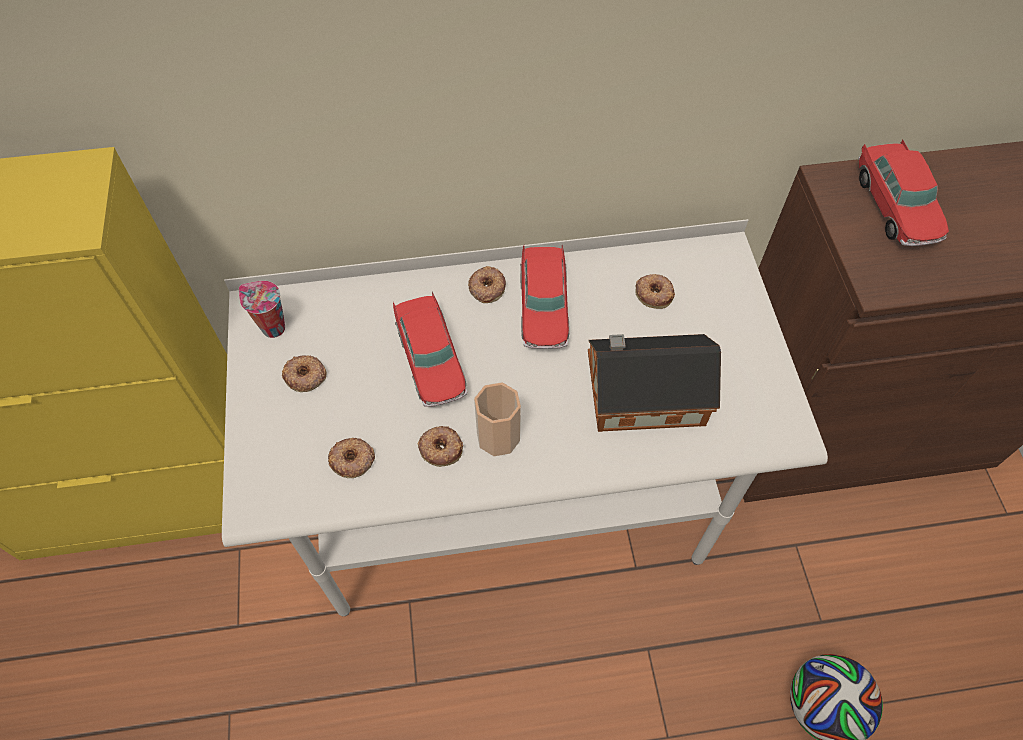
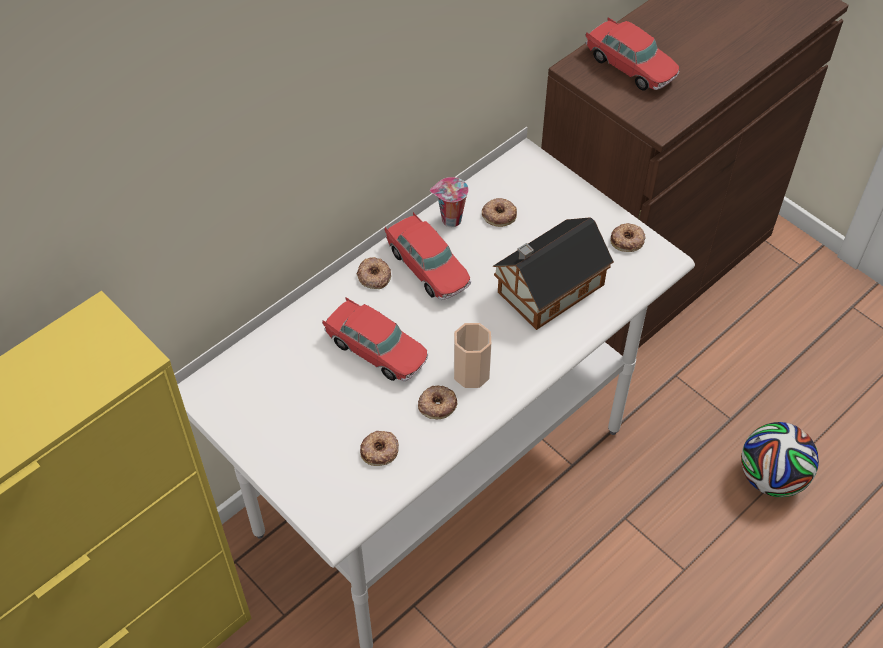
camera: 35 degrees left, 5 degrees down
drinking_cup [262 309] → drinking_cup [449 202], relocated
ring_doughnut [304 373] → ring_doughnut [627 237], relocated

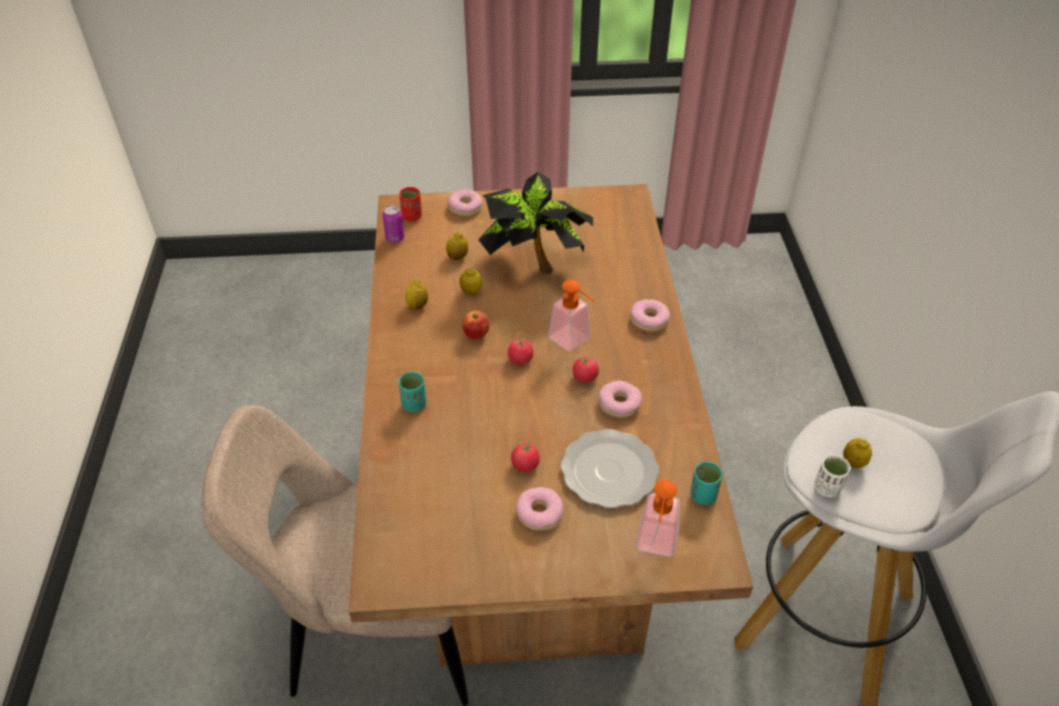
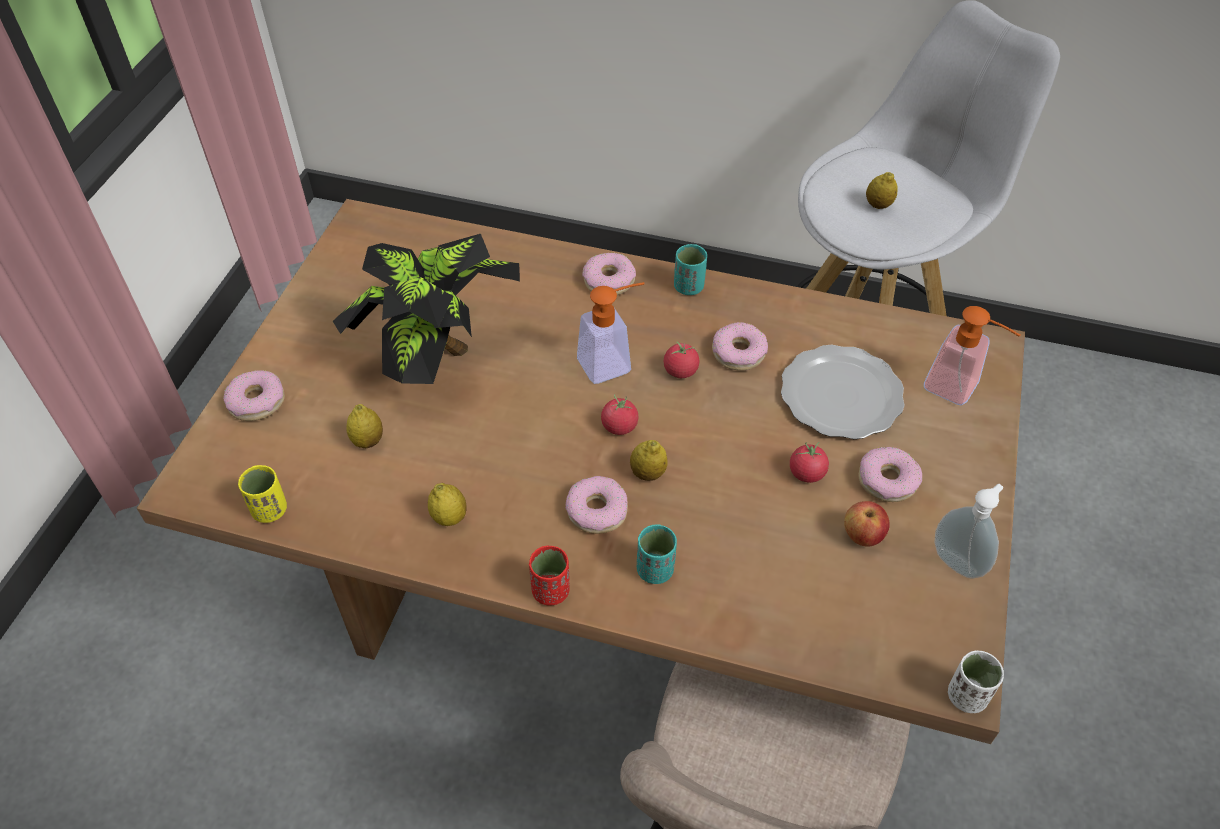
camera: 70 degrees left, 5 degrees up
sealed_can [393 224] → yellow-coloured_drinking_cup [262 494]
red-coloured_drinking_cup [410 204] → red-coloured_drinking_cup [549 575], relocated
whole_lemon [470 281] → whole_lemon [649 460], relocated
apple_fruit [475 325] → apple_fruit [867 524], relocated
turquoise_drinking_cup [706 483] → turquoise_drinking_cup [690 269], relocated
white-coloured_drinking_cup [832 476] → white-coloured_drinking_cup [976 682], relocated
- → ring_doughnut [596 505]
- → liquid_soap_bottle [968 531]

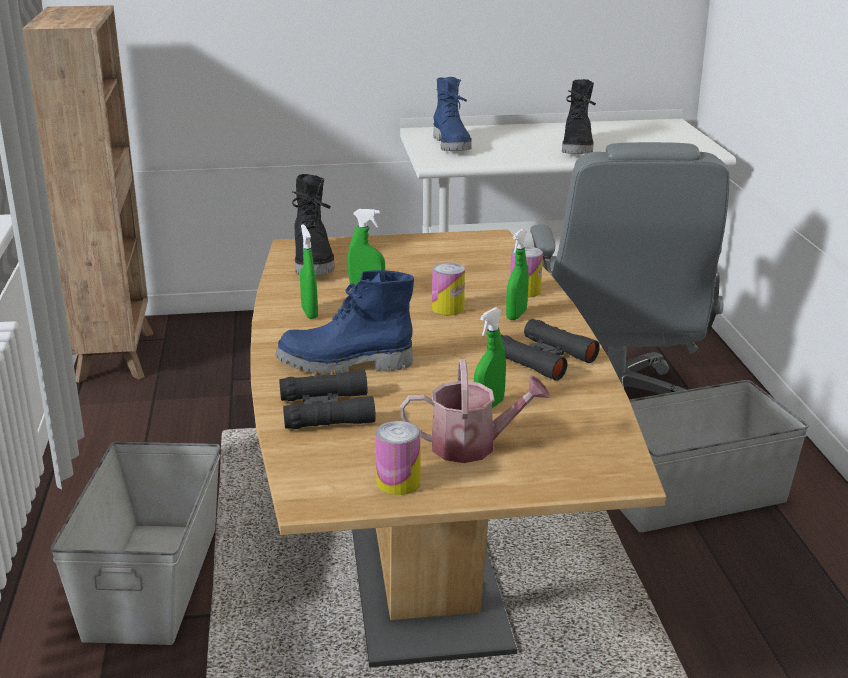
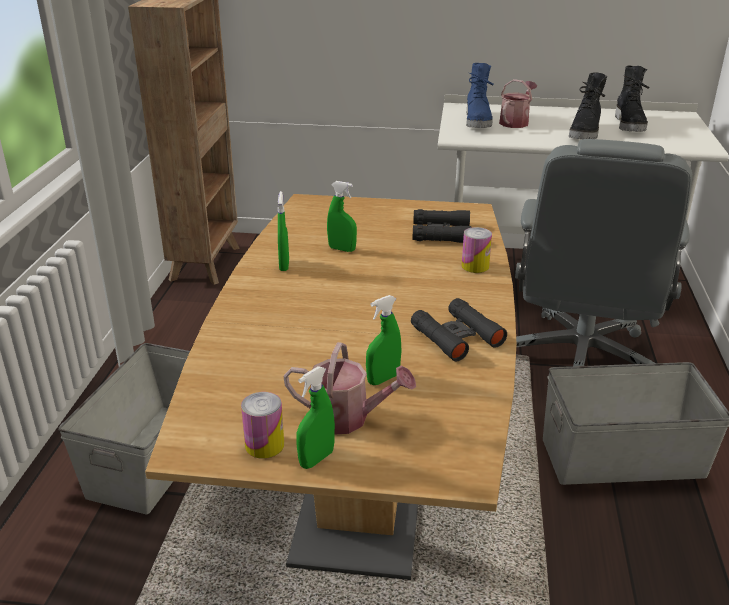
camera: 15 degrees right, 5 degrees up
blue-coloured_high-top_boot [345 322] → -
blackish_binoculars [327 399] → blackish_binoculars [441 226], relocated
blackish_high-top_boot [313 224] → blackish_high-top_boot [632 98], relocated
sealed_can [448 289] → -
greenish_spray_bottle [517 274] → greenish_spray_bottle [315 417], relocated
- → sprinkling_can [518 103]

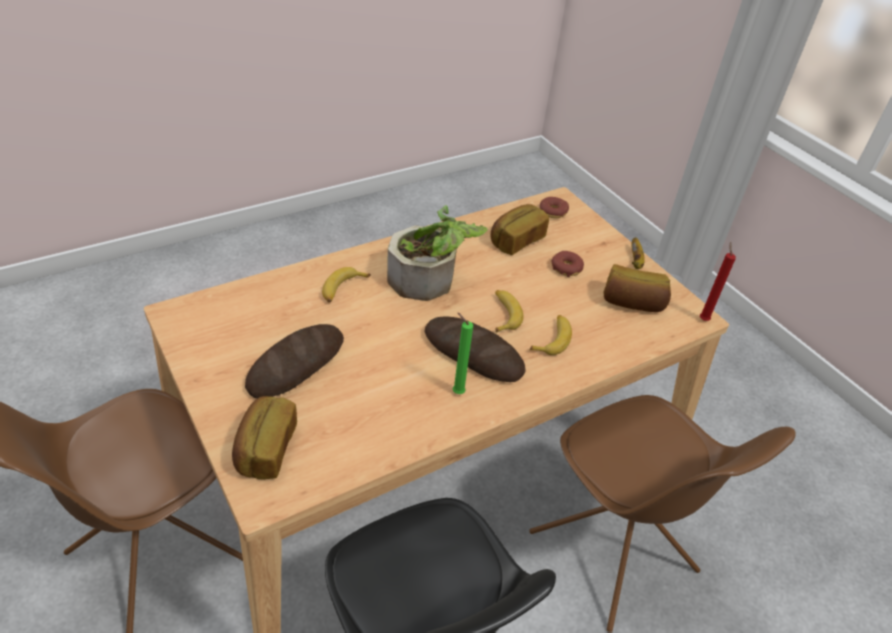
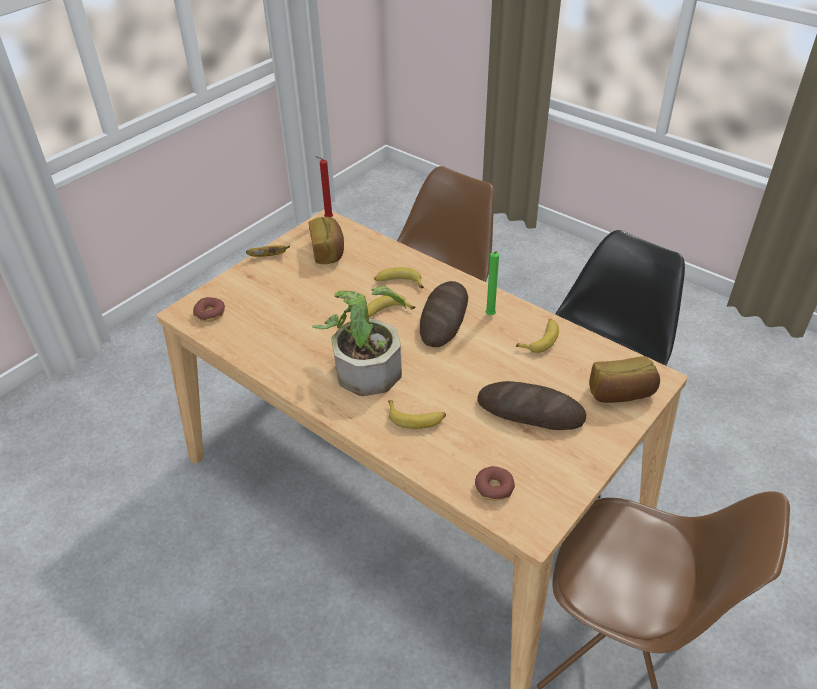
camera: 105 degrees left, 0 degrees up
bread [519 229] → -
ring_doughnut [568 264] → ring_doughnut [495 483], relocated
- → banana [537 336]

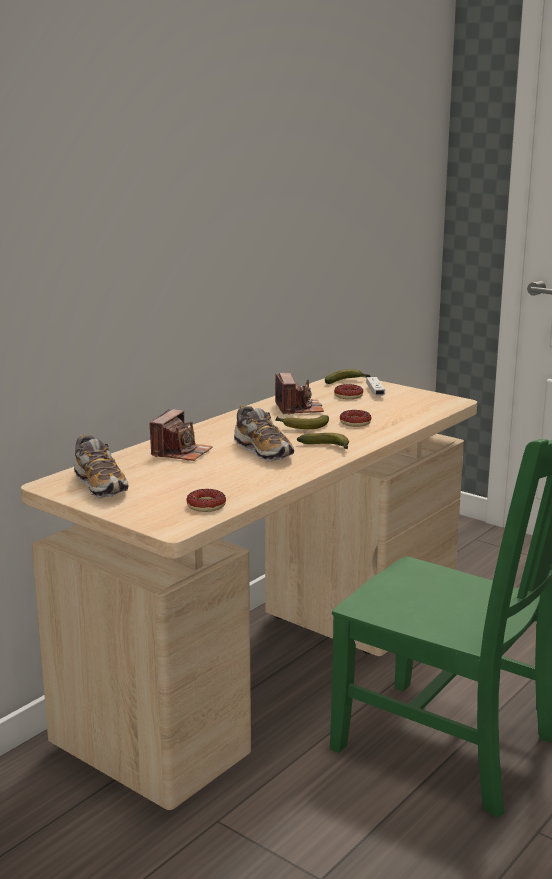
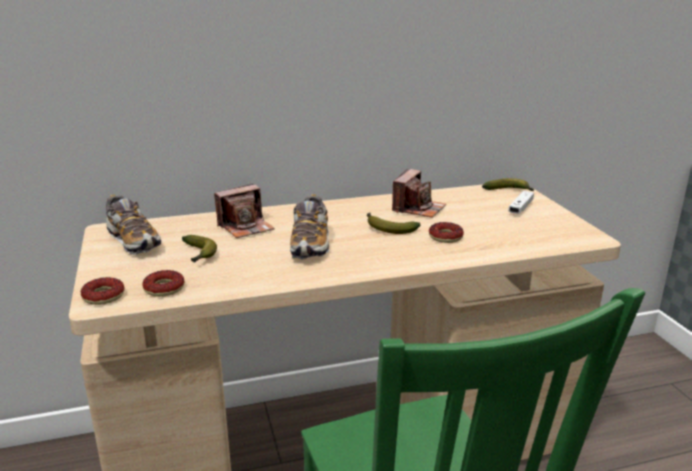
camera: 35 degrees right, 5 degrees up
item_of_footwear [101 467] → item_of_footwear [133 225], 45 degrees counterclockwise
banana [323 441] → banana [199 249], relocated
ring_doughnut [349 391] → ring_doughnut [102 291], relocated

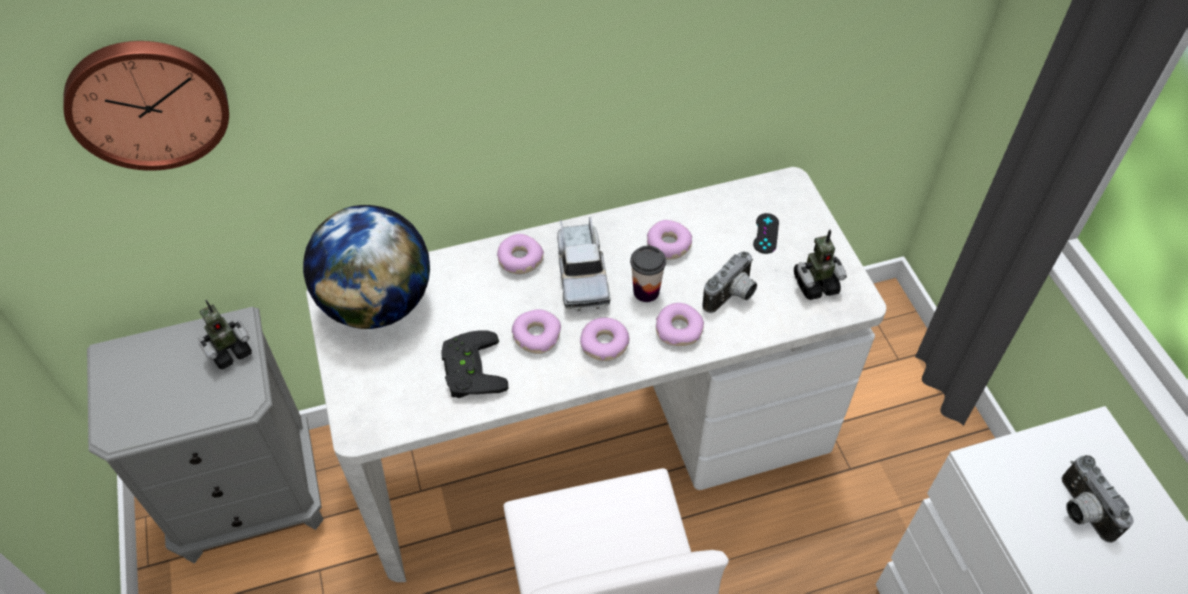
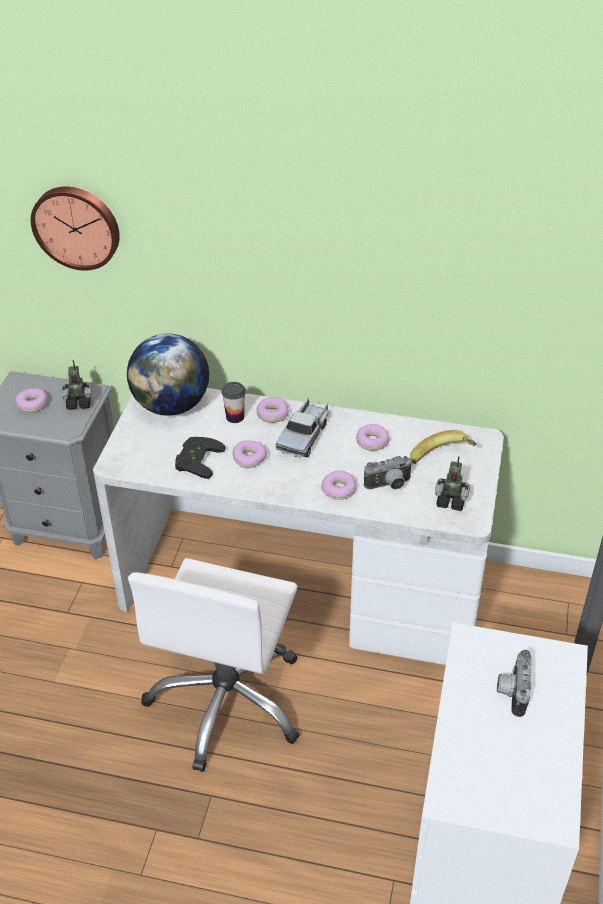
camera: 30 degrees right, 10 degrees down
ring_doughnut [604 339] → ring_doughnut [32 400], relocated
drinking_cup [648 274] → drinking_cup [233 402], relocated
blackish_joypad [766 233] → banana [443 447]

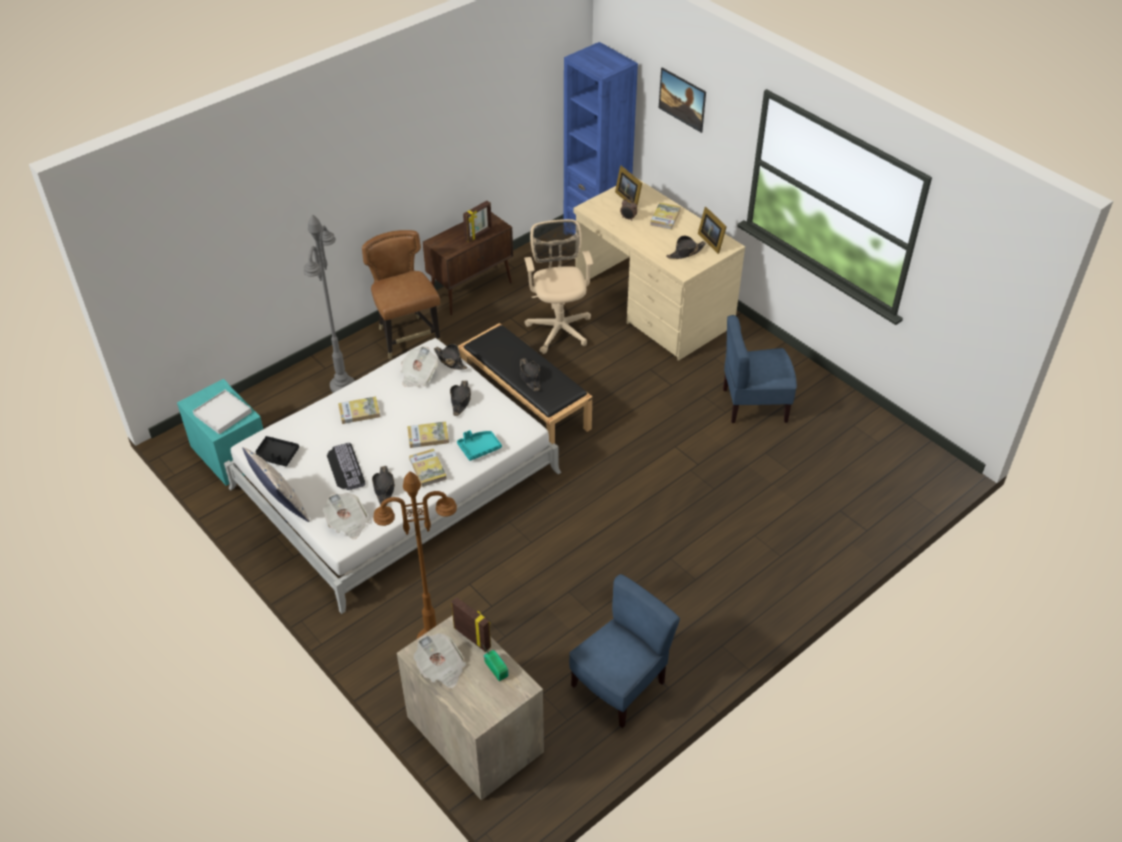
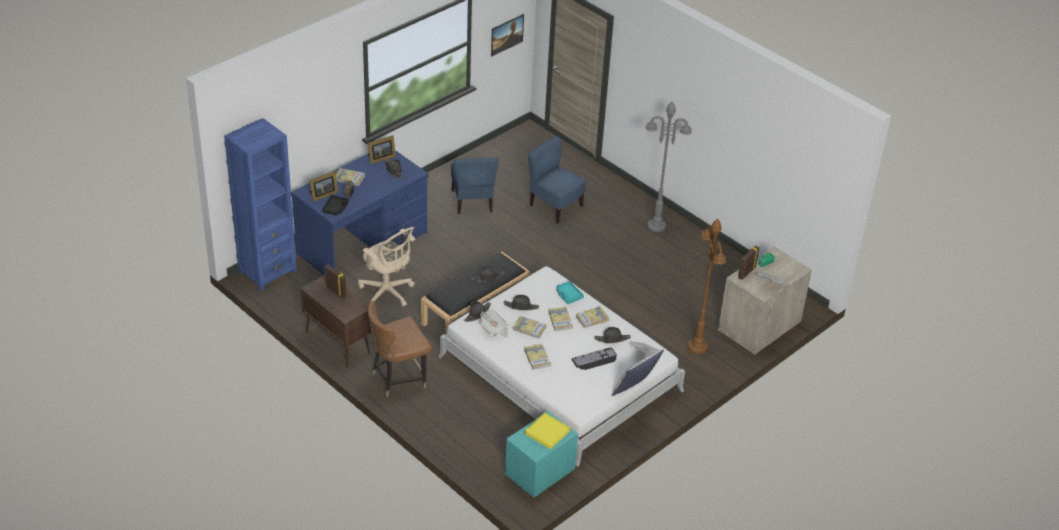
camera: 95 degrees left, 5 degrees down
white-coloured_tray [222 412] → yellow-coloured_tray [547 431]
blackish_tray [277 451] → blackish_tray [335 205], relocated
grey_floor_lamp [329 303] → grey_floor_lamp [668 167], relocated
sand-coloured_computer_chair [558 286] → sand-coloured_computer_chair [386 267], 120 degrees counterclockwise
blue-coloured_upright_chair [624 651] → blue-coloured_upright_chair [557 180], relocated
sand-coloured_desk [659 269] → blue-coloured_desk [360 212]
wall_picture [682 100] → wall_picture [507 35], relocated
- → volume [530 327]

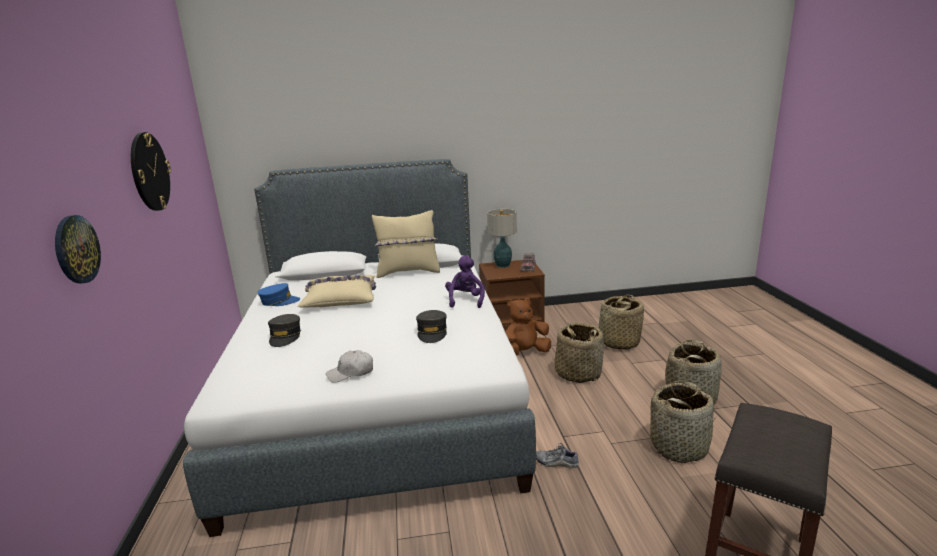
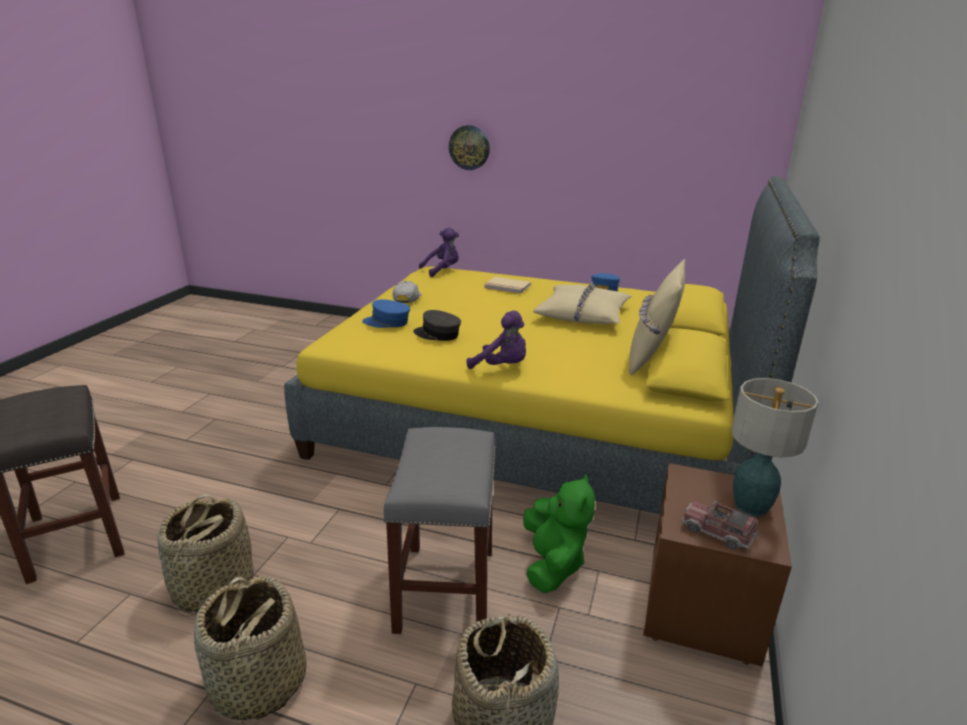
camera: 115 degrees right, 5 degrees up
wall_clock [151 171] → -
white-coloured_bedroom_bed [359 348] → yellow-coloured_bedroom_bed [552 345]
grey_baseball_cap [284 330] → sand-coloured_volume [507 285]
brownish_cuddly_toy [528 327] → greenish_cuddly_toy [559 533]
item_of_footwear [557 455] → -
basket [579 352] → grey_sitting_stool [439 530]
- → blue-coloured_baseball_cap [386 313]
- → purple-coloured_cuddly_toy [439 252]

